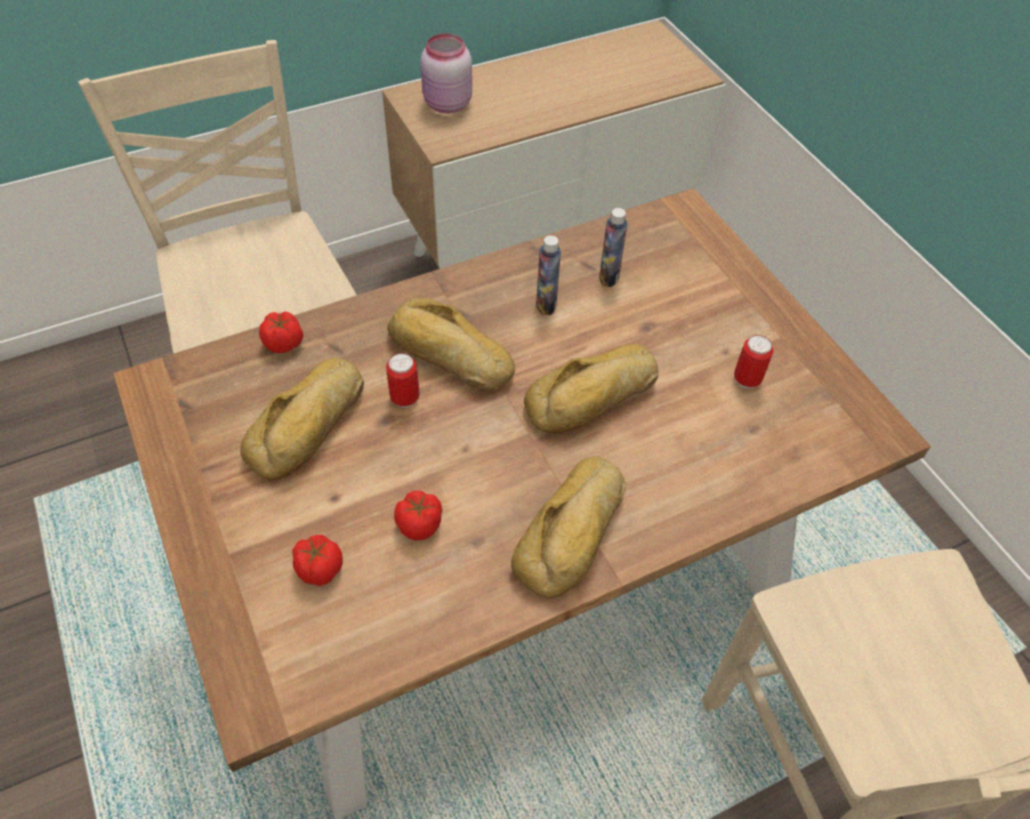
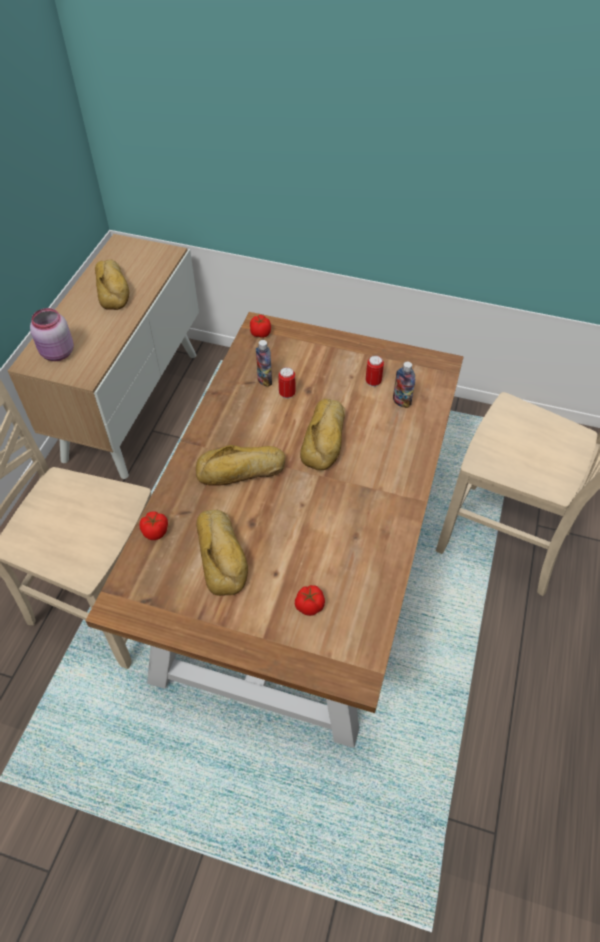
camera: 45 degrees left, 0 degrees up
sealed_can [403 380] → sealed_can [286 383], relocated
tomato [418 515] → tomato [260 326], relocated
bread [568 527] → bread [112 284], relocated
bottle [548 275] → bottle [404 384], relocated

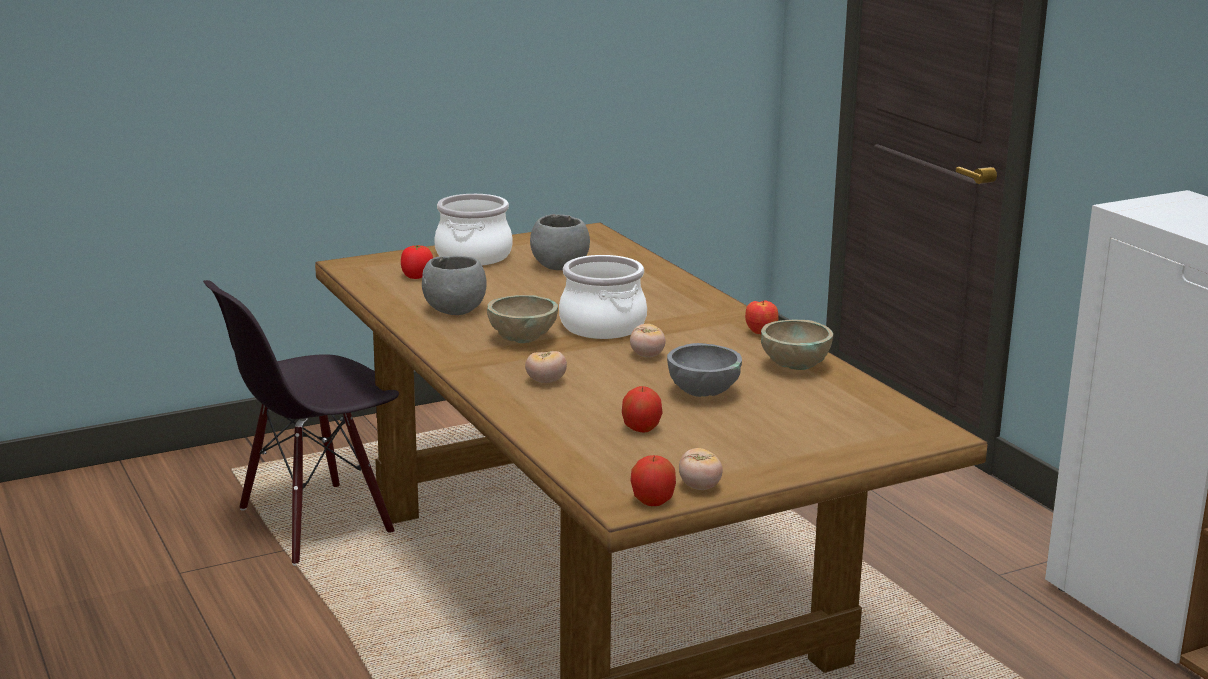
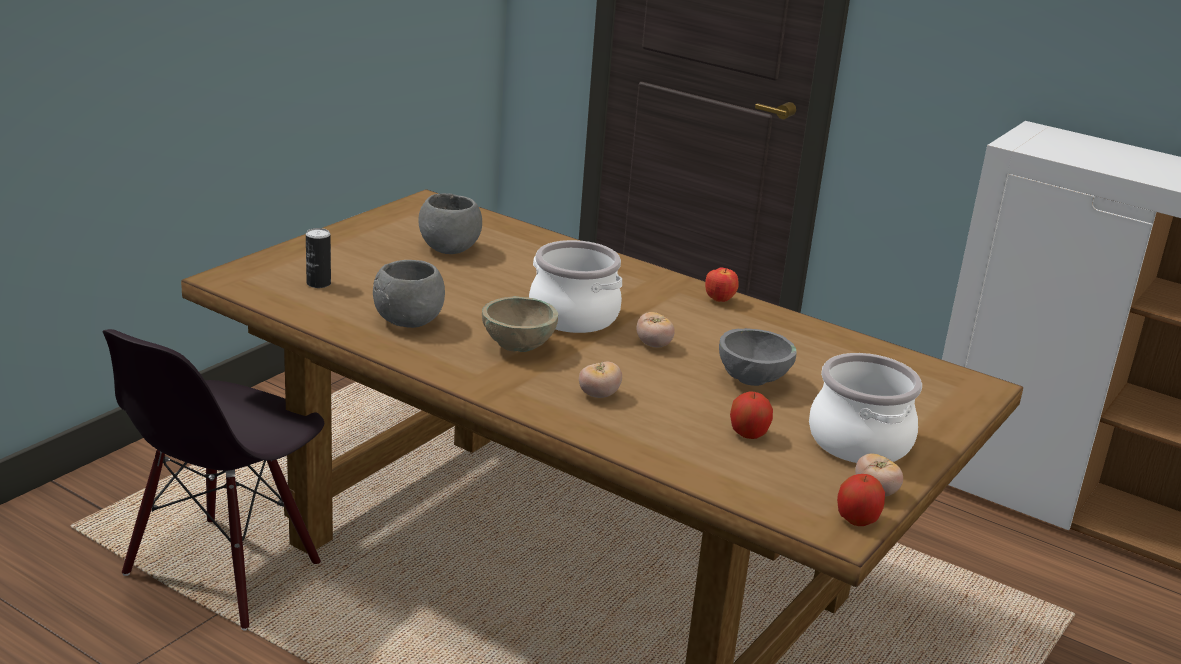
camera: 30 degrees left, 5 degrees up
tomato [417 262] → sealed_can [318 258]
stockpot [473 229] → stockpot [865 408], relocated
sand-coloured_bowl [797 344] → -

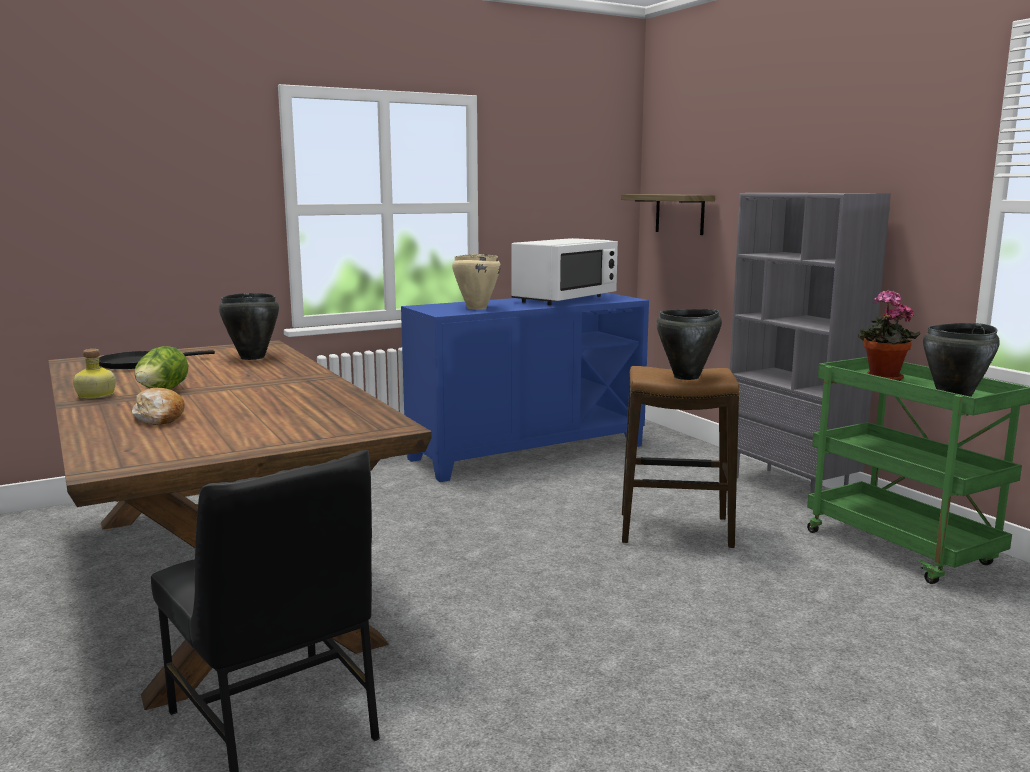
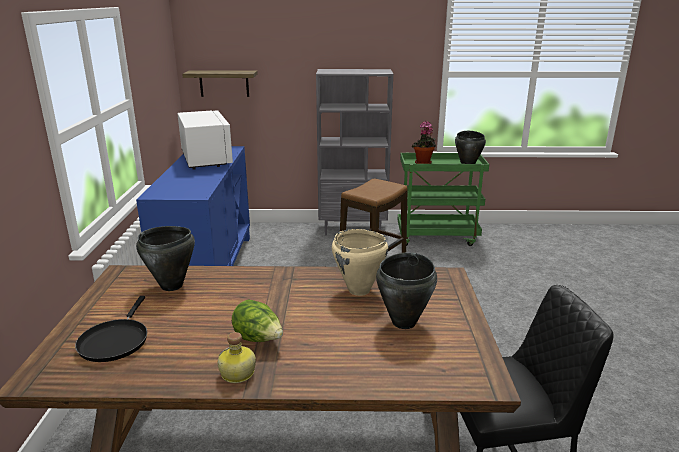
camera: 60 degrees left, 10 degrees up
bread [158 406] → -
sand-coloured_stockpot [476 281] → sand-coloured_stockpot [360 262], relocated
blackish_stockpot [689 344] → blackish_stockpot [406 290], relocated

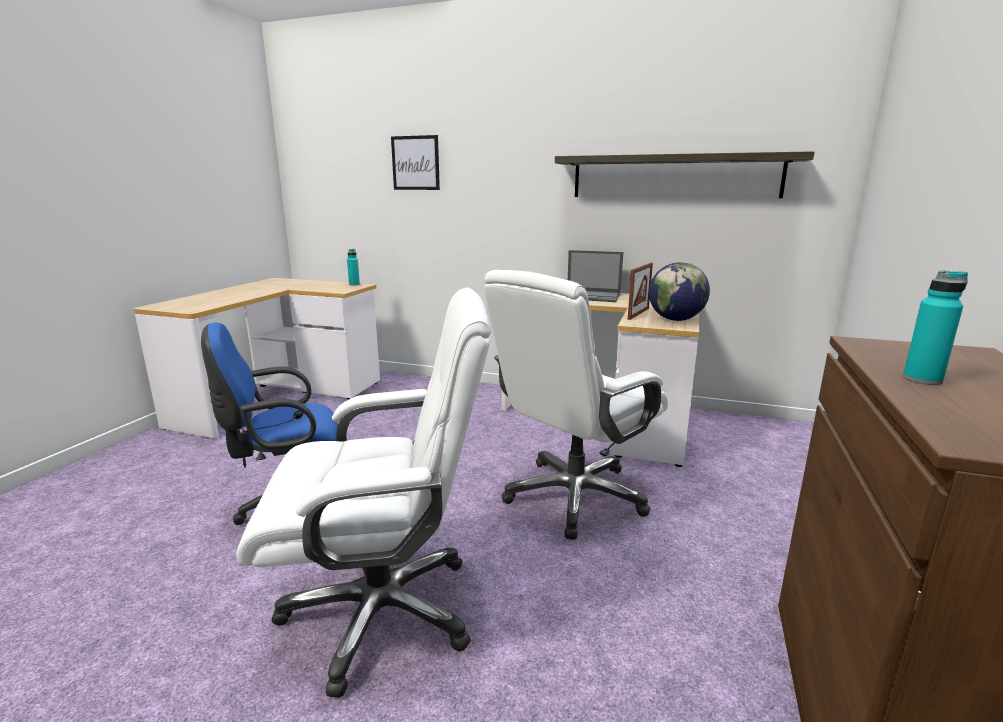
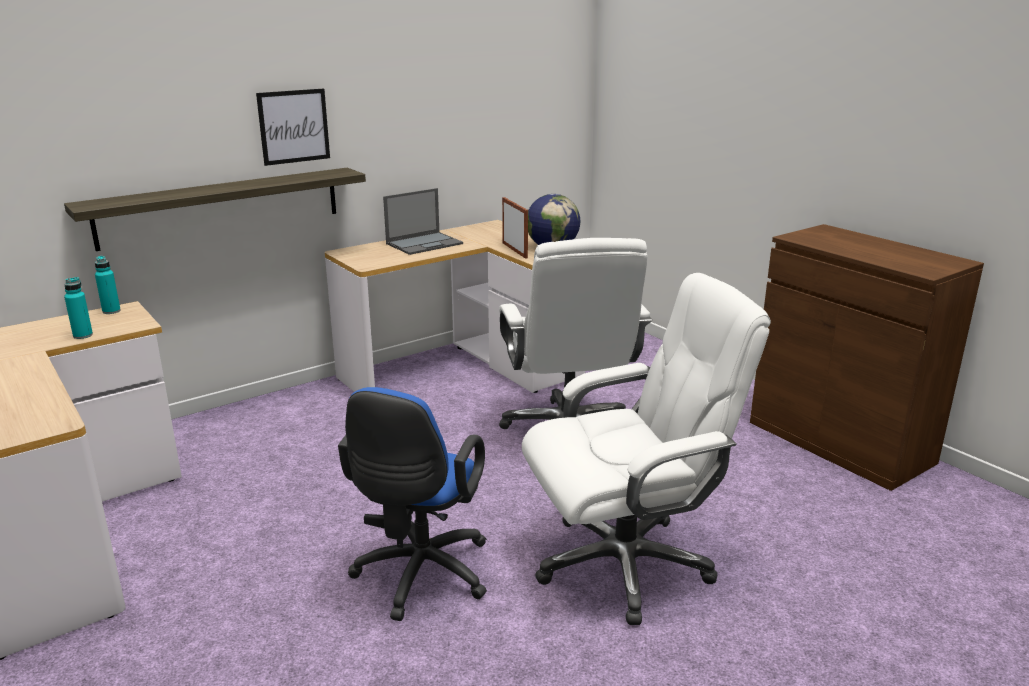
camera: 55 degrees left, 5 degrees up
white-coloured_computer_chair [363 493] → white-coloured_computer_chair [646 449], 45 degrees clockwise
wall_picture [415 162] → wall_picture [293 127], relocated
shelf [684 174] → shelf [215 209], relocated
turquoise_bottle [935 328] → turquoise_bottle [78 308], relocated

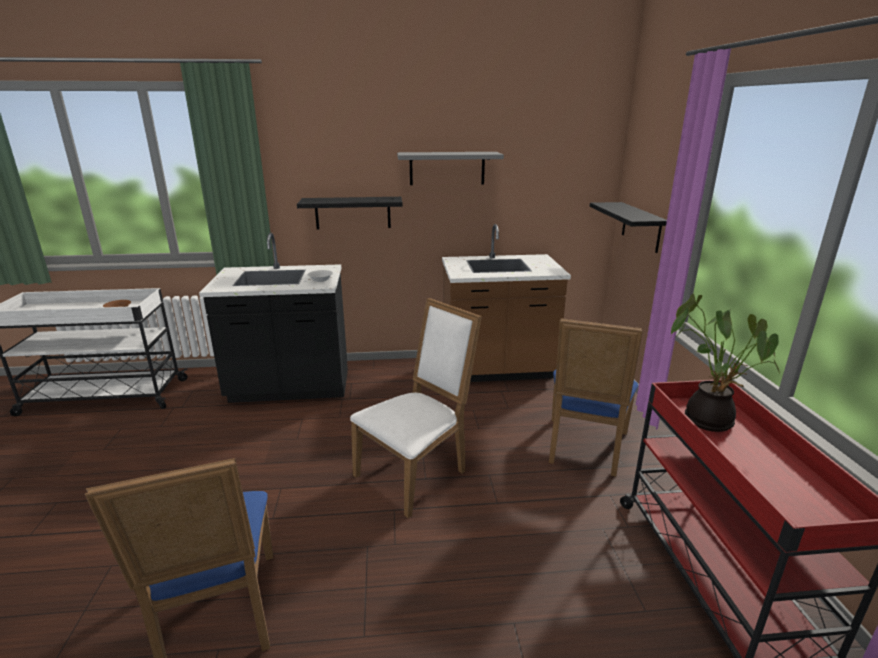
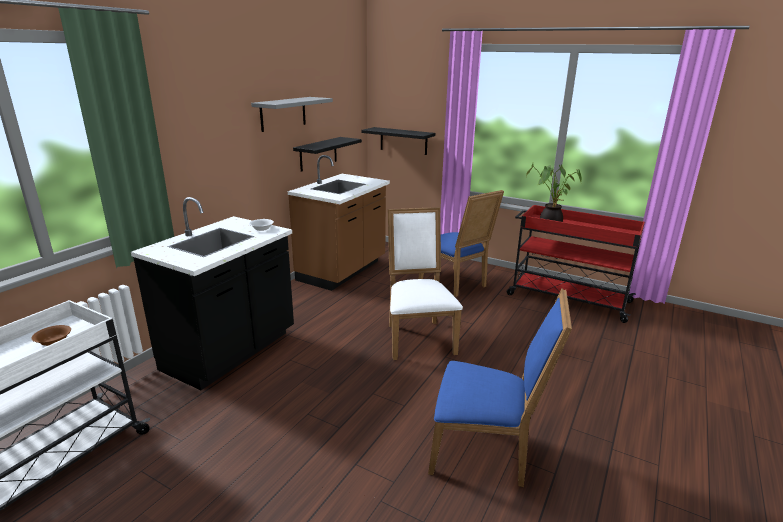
camera: 55 degrees left, 0 degrees up
blackish_shelf [350 213] → blackish_shelf [327 154], relocated

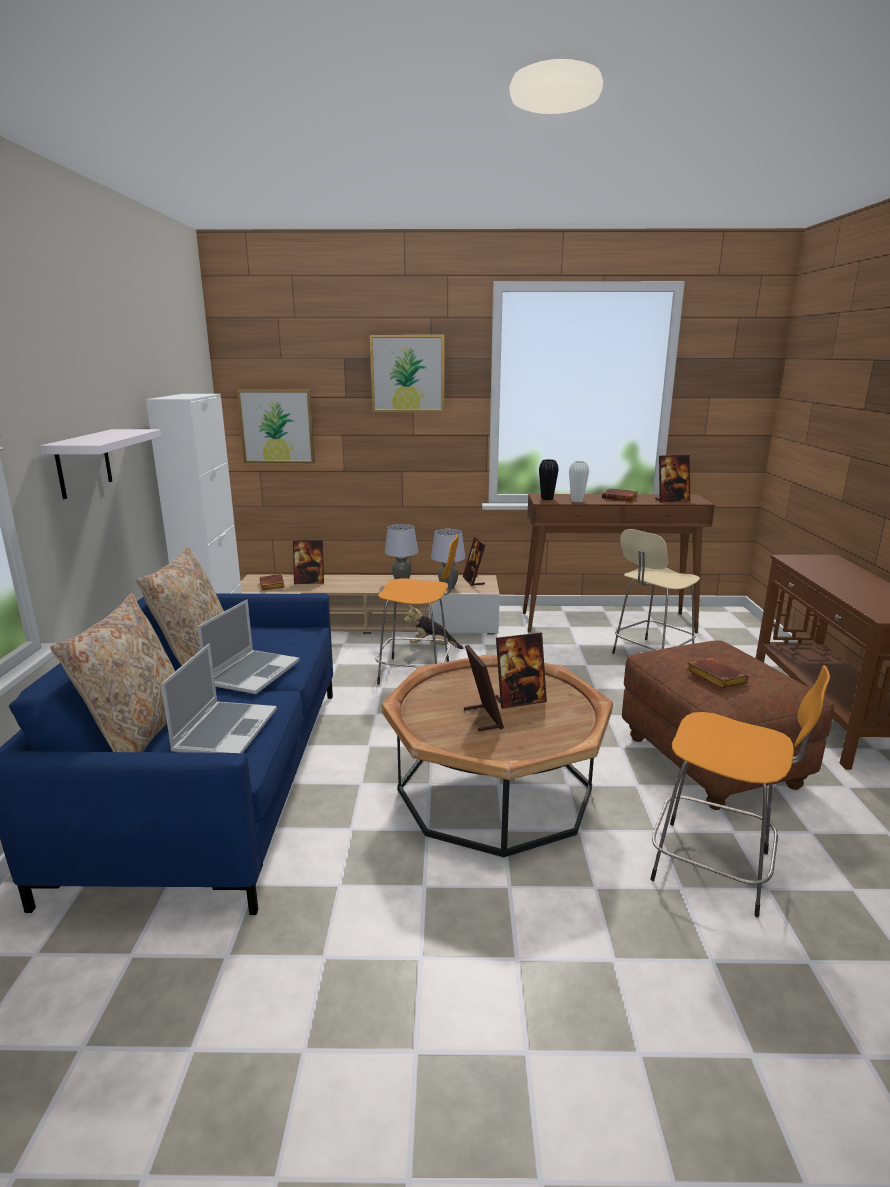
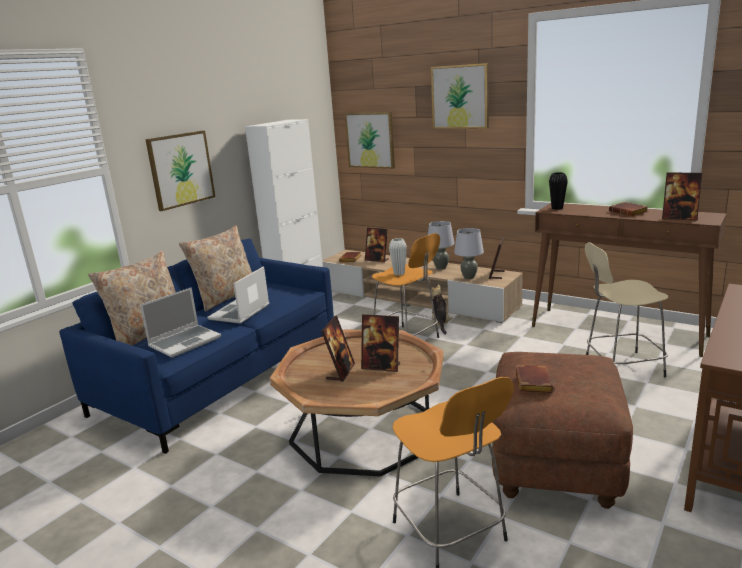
camera: 35 degrees right, 0 degrees up
white-coloured_shelf [100 464] → wall_picture [180 171]
portable_computer [248 646] → portable_computer [238 295], 150 degrees clockwise
cuddly_toy [433 627] → cuddly_toy [442 309], 45 degrees clockwise
white-coloured_flower_vase [579 481] → white-coloured_flower_vase [398 256], relocated

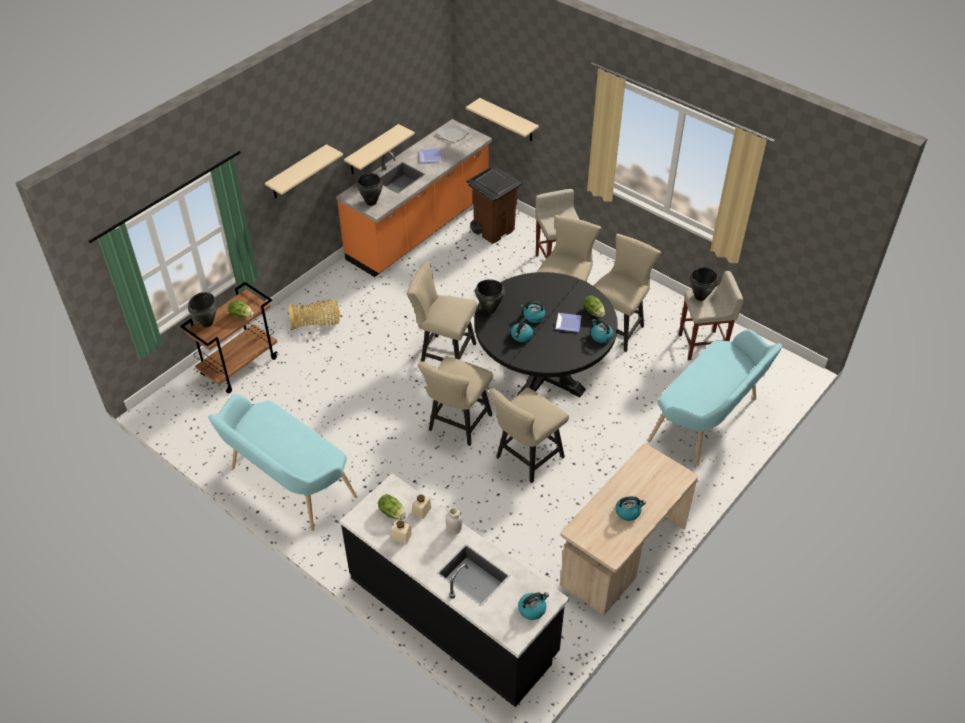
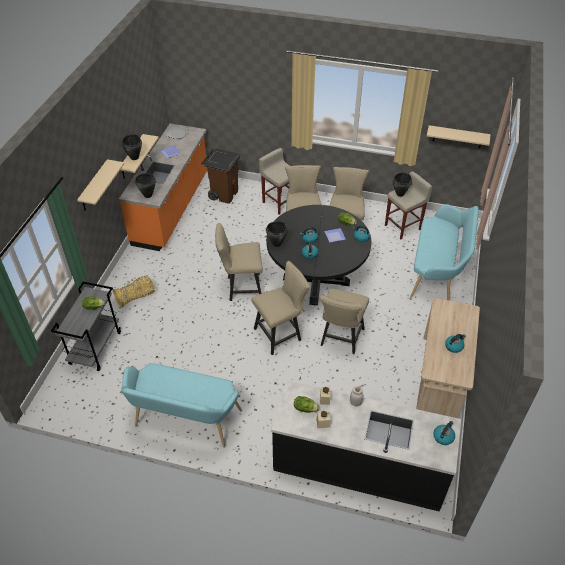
camera: 25 degrees left, 0 degrees up
brownish_cart [228 338] → grey_cart [86 326]
blackish_stockpot [202 309] → blackish_stockpot [132 147], relocated
sand-coloured_upright_chair [455 401] → sand-coloured_upright_chair [280 308], 120 degrees counterclockwise
sand-coloured_shelf [502 119] → sand-coloured_shelf [459 136], relocated

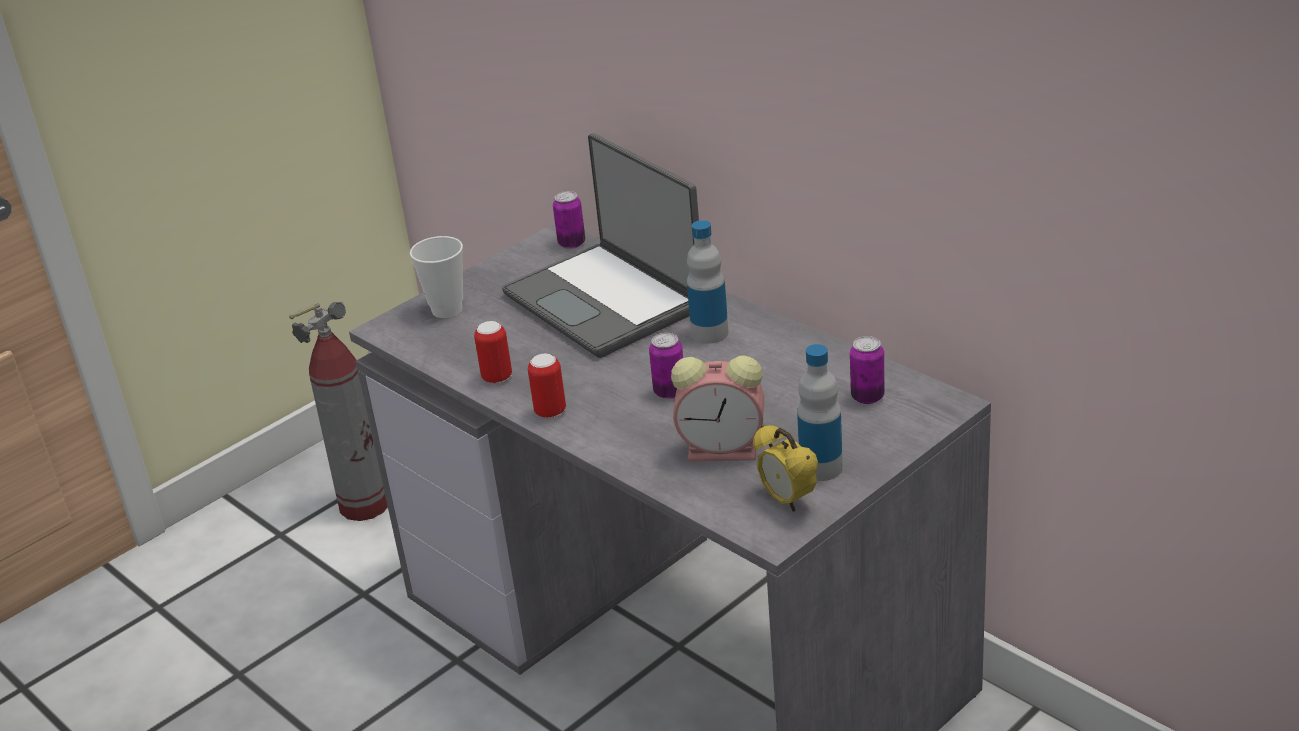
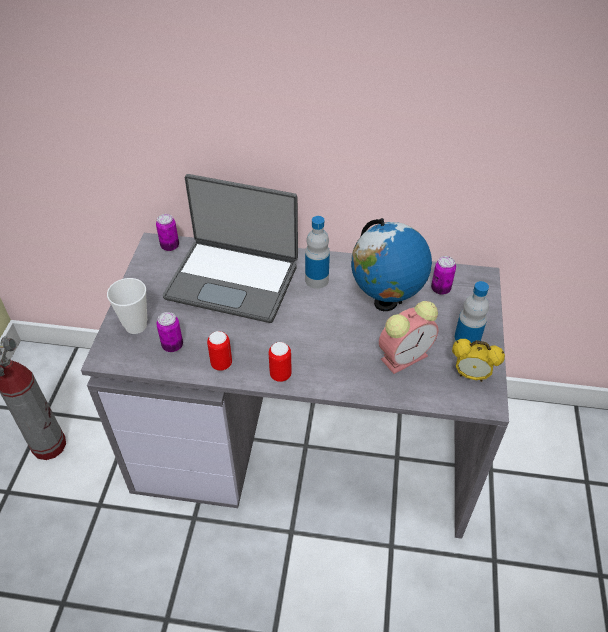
camera: 40 degrees left, 15 degrees up
sealed_can [666 366] → sealed_can [169 332], relocated
- → world_globe [391 264]

